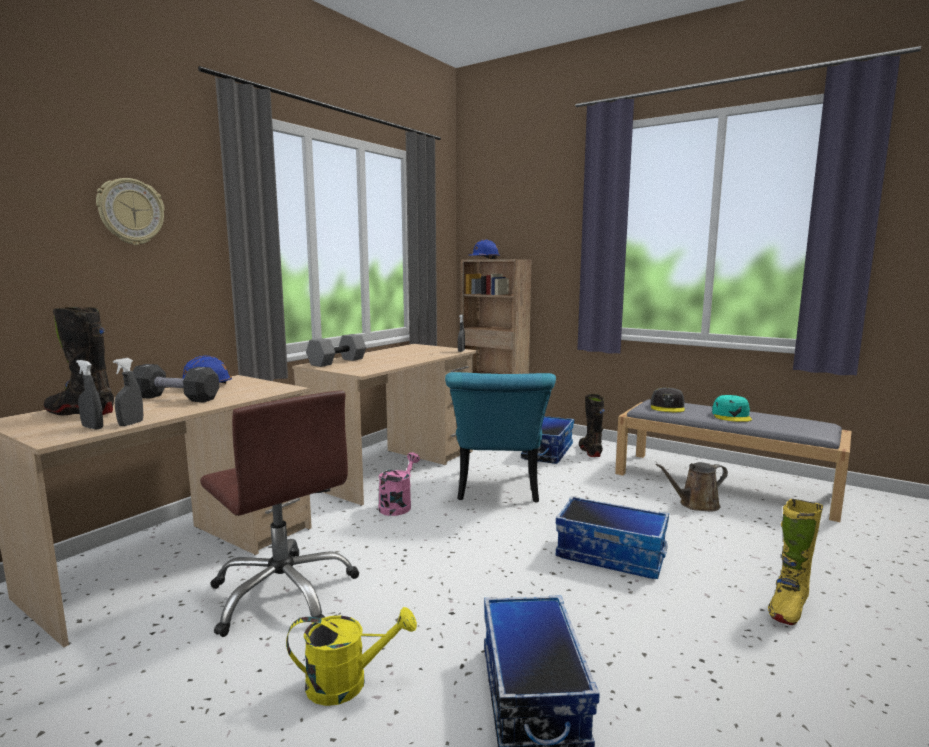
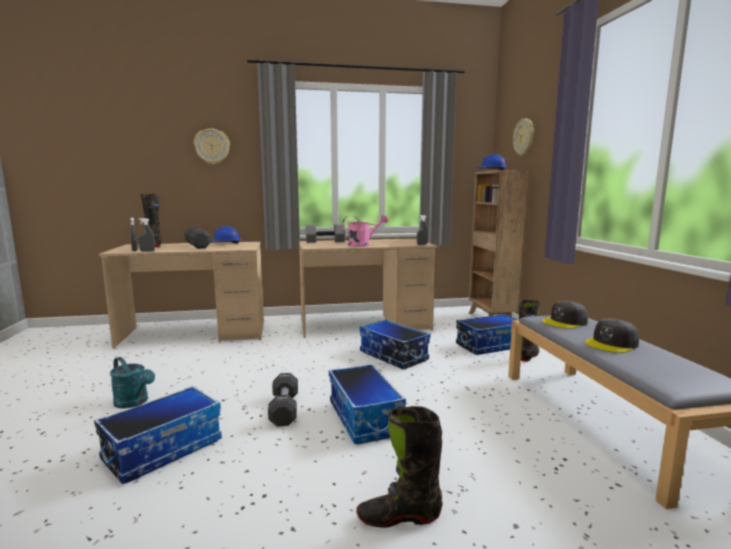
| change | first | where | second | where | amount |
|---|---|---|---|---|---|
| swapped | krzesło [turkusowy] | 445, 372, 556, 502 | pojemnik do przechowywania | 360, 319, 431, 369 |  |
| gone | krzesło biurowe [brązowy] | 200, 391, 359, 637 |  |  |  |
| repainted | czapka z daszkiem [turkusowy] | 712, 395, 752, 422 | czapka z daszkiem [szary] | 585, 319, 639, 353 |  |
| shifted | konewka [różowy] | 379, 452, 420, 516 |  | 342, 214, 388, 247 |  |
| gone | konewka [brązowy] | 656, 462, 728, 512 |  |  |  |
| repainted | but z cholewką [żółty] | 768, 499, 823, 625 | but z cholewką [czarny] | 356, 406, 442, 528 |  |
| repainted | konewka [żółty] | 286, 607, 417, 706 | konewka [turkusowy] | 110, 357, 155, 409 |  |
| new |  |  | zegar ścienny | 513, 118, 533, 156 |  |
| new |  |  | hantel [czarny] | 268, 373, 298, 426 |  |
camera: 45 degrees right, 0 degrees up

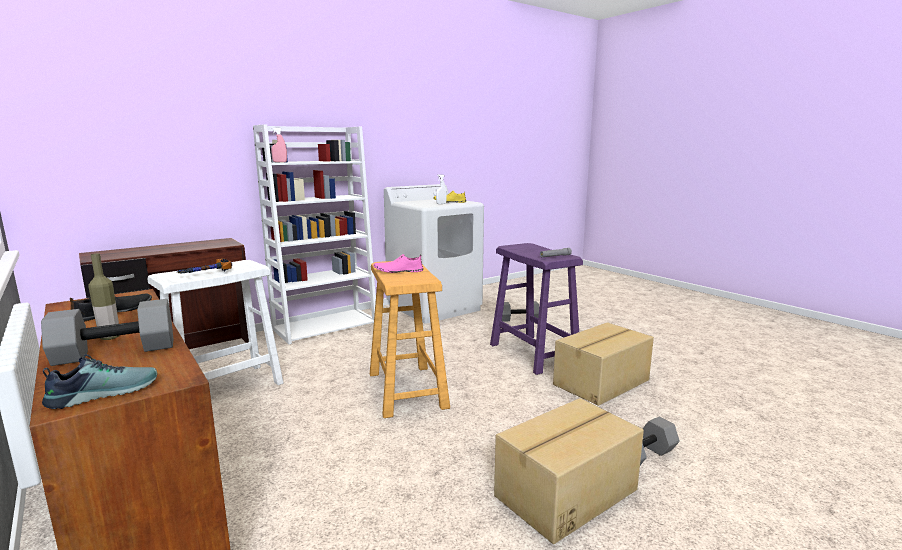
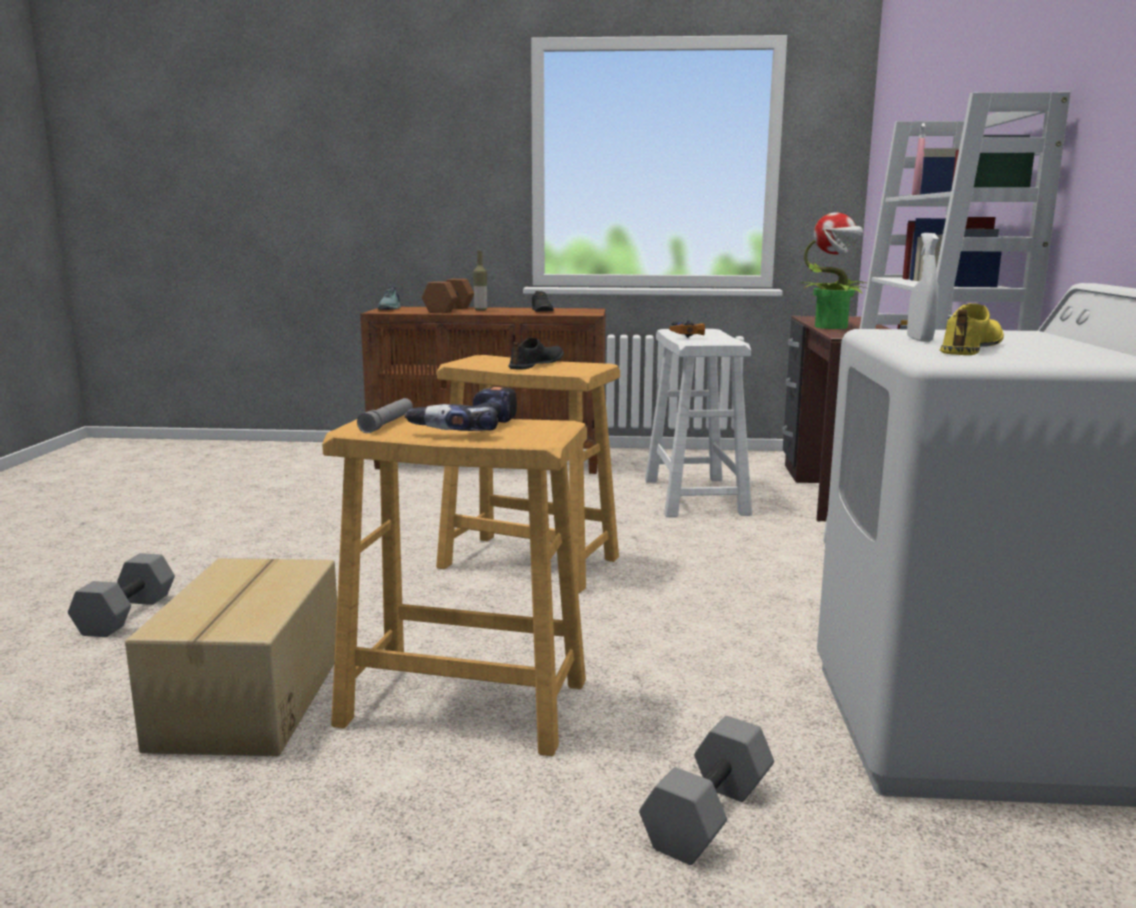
| change | first | where | second | where | amount |
|---|---|---|---|---|---|
| repainted | stołek [fioletowy] | 490, 243, 583, 375 | stołek [beżowy] | 322, 415, 587, 756 |  |
| repainted | but [różowy] | 373, 254, 423, 273 | but [czarny] | 508, 338, 564, 370 |  |
| repainted | hantel [szary] | 41, 299, 174, 366 | hantel [brązowy] | 422, 279, 474, 313 |  |
| gone | karton | 494, 398, 644, 544 |  |  |  |
| new |  |  | roślina doniczkowa | 801, 212, 867, 329 |  |
| new |  |  | wiertarka | 405, 387, 517, 431 |  |
camera: 130 degrees right, 0 degrees up

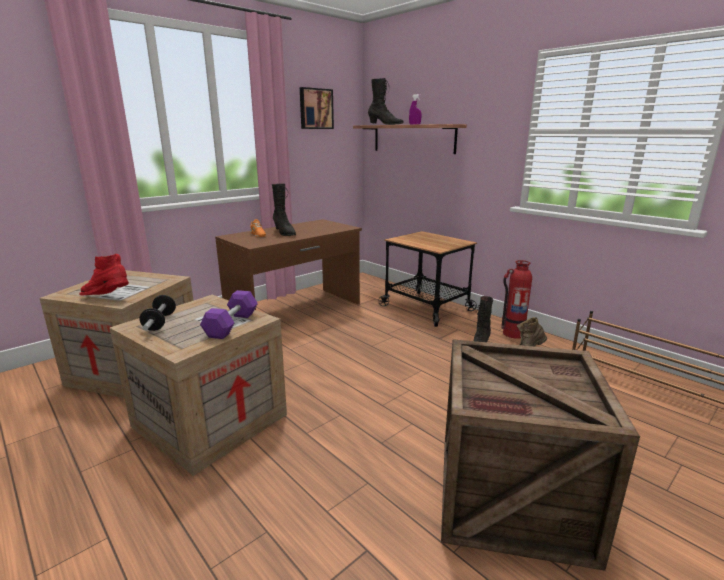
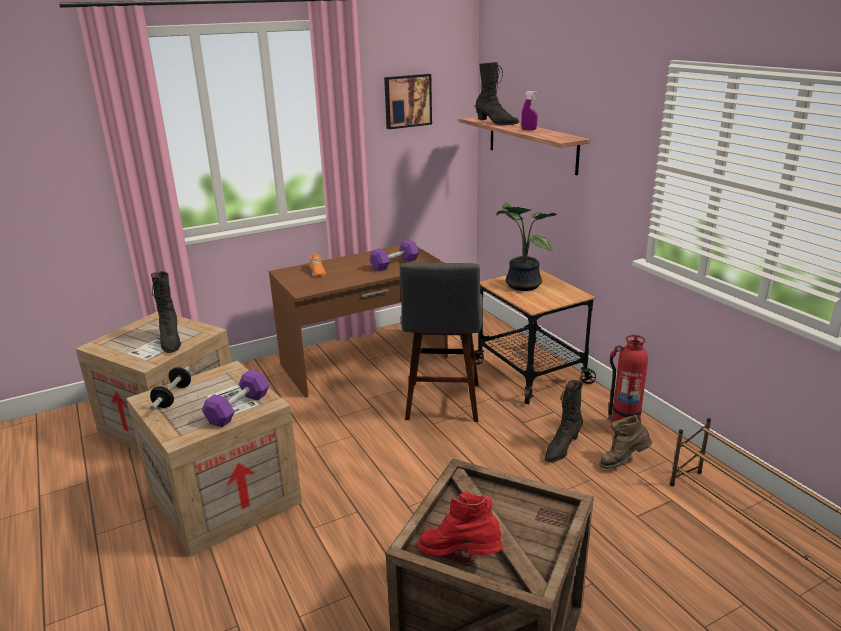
| change | first | where | second | where | amount |
|---|---|---|---|---|---|
| shifted | but z cholewką [czarny] | 272, 184, 296, 236 |  | 151, 271, 181, 353 |  |
| shifted | but z cholewką [czerwony] | 79, 254, 129, 296 |  | 418, 492, 503, 556 |  |
| new |  |  | roślina doniczkowa | 496, 203, 557, 291 |  |
| new |  |  | hantel [fioletowy] | 370, 240, 419, 271 |  |
| new |  |  | stołek [szary] | 400, 263, 483, 422 |  |
camera: 15 degrees right, 5 degrees up

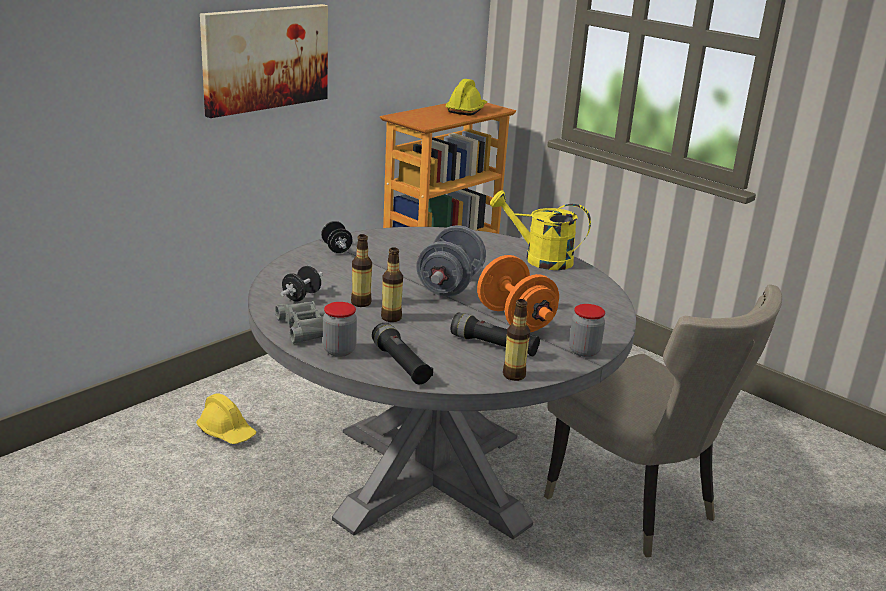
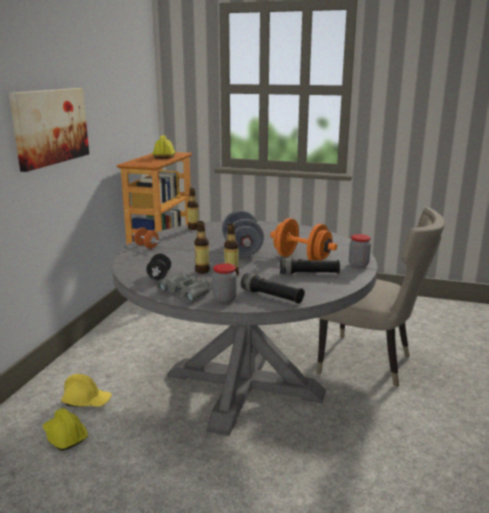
| change | first | where | second | where | amount |
|---|---|---|---|---|---|
| gone | konewka [żółty] | 490, 190, 591, 270 |  |  |  |
| repainted | hantel [czarny] | 321, 221, 352, 253 | hantel [pomarańczowy] | 133, 228, 160, 249 |  |
| shifted | butelka | 503, 299, 530, 381 |  | 187, 188, 199, 230 |  |
| new |  |  | kask [żółty] | 43, 408, 88, 451 |  |
camera: 25 degrees left, 5 degrees down

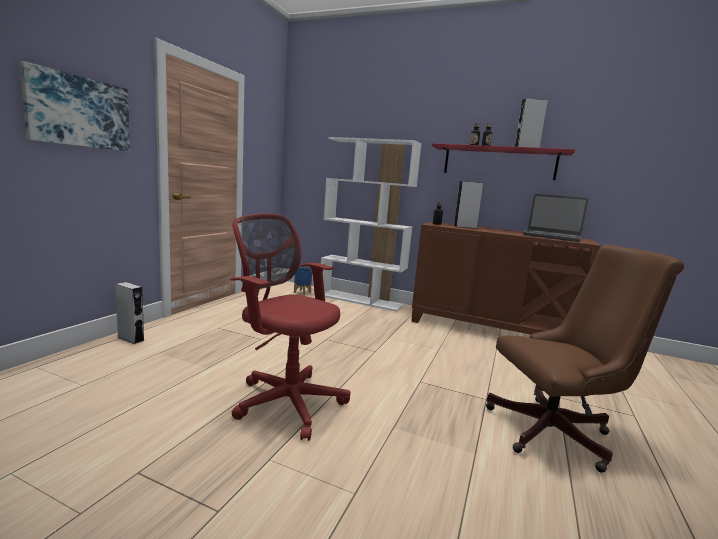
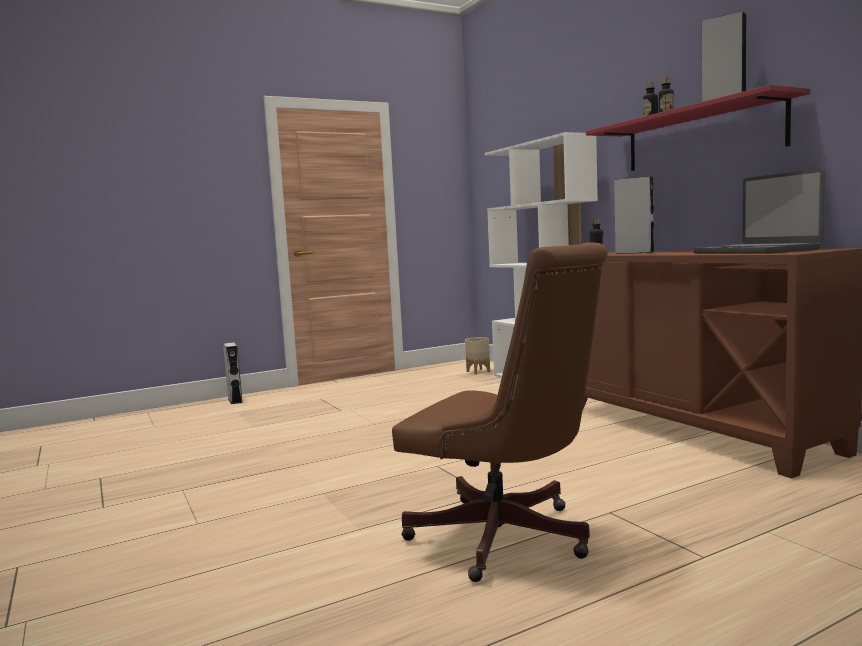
| change | first | where | second | where | amount |
|---|---|---|---|---|---|
| gone | obraz | 19, 61, 130, 151 |  |  |  |
| gone | krzesło biurowe [czerwony] | 231, 213, 351, 441 |  |  |  |
| repainted | donica [niebieski] | 294, 268, 312, 295 | donica [beżowy] | 465, 337, 490, 374 |  |
camera: 40 degrees right, 5 degrees down

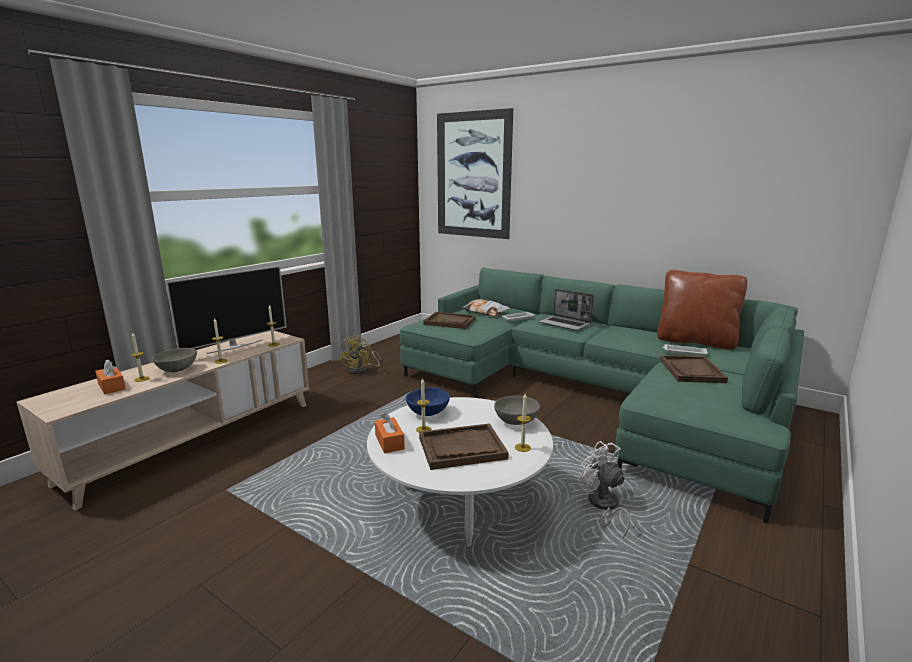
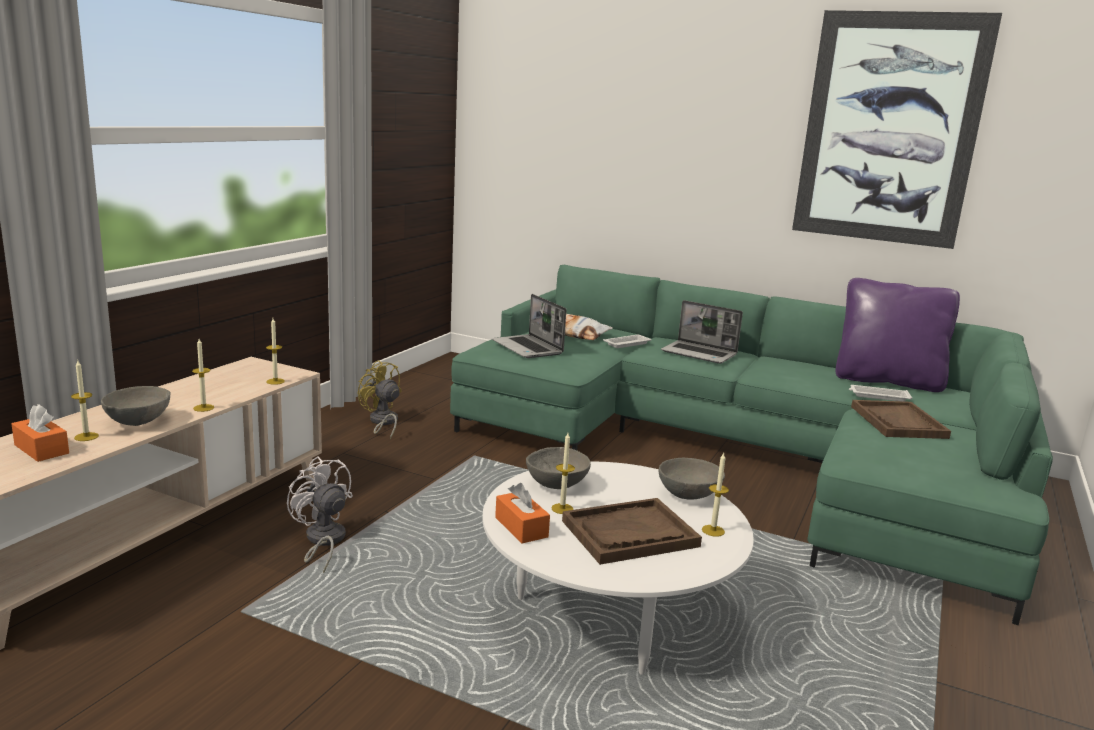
| change | first | where | second | where | amount |
|---|---|---|---|---|---|
| shifted | obraz | 437, 108, 513, 239 |  | 792, 10, 1002, 249 |  |
| gone | telewizor | 166, 266, 286, 354 |  |  |  |
| repainted | poduszka [brązowy] | 657, 270, 747, 350 | poduszka [fioletowy] | 836, 278, 960, 392 |  |
| swapped | taca [brązowy] | 423, 312, 476, 329 | laptop | 492, 294, 566, 358 |  |
| rotated | wentylator [żółty] | 339, 335, 381, 374 |  | 358, 360, 402, 440 | 135 degrees clockwise |
| repainted | miska [niebieski] | 406, 387, 450, 416 | miska [szary] | 526, 447, 591, 489 |  |
| shifted | wentylator [biały] | 580, 441, 630, 538 |  | 287, 456, 353, 573 |  |
camera: 10 degrees left, 0 degrees up

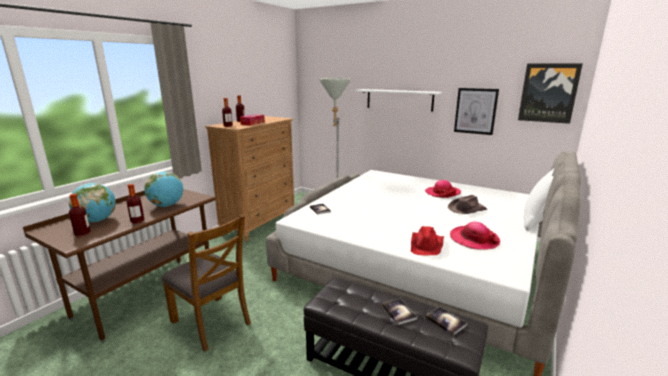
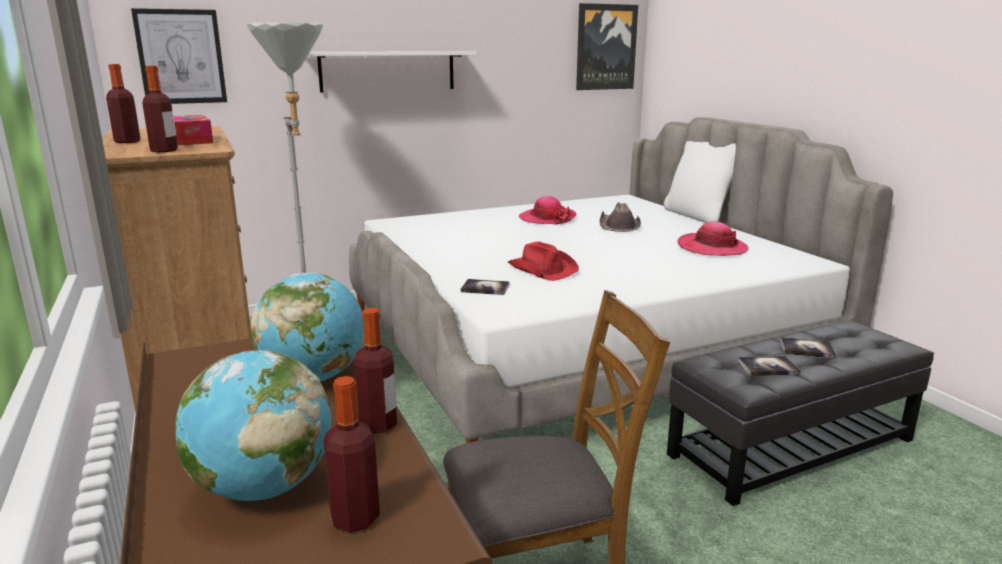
| change | first | where | second | where | amount |
|---|---|---|---|---|---|
| shifted | obraz | 454, 88, 499, 135 |  | 131, 8, 227, 104 |  |
| shifted | kapelusz [czerwony] | 411, 226, 444, 255 |  | 508, 241, 579, 281 |  |
| shifted | książka | 426, 307, 467, 336 |  | 737, 356, 801, 376 |  |
camera: 55 degrees left, 0 degrees up

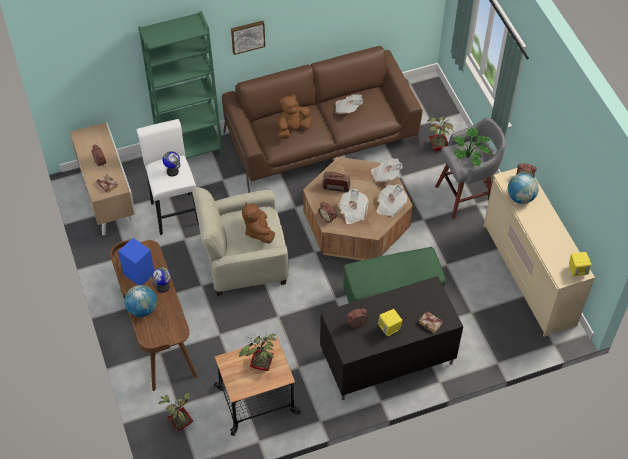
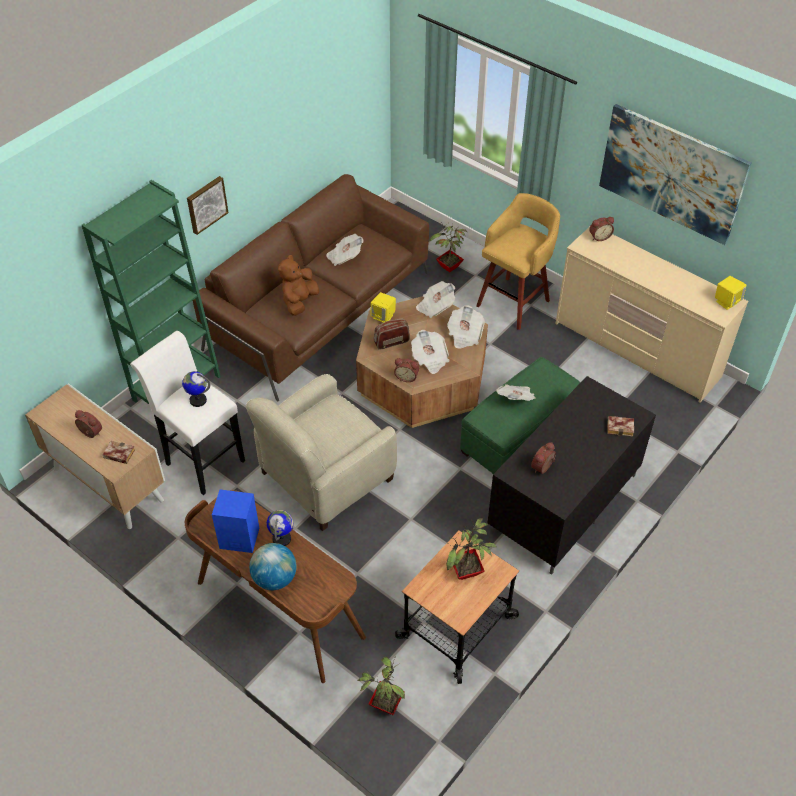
| change | first | where | second | where | amount |
|---|---|---|---|---|---|
| repainted | stołek [szary] | 435, 117, 506, 219 | stołek [żółty] | 476, 193, 560, 330 |  |
| gone | roślina doniczkowa | 454, 128, 491, 166 |  |  |  |
| gone | globus | 508, 173, 539, 204 |  |  |  |
| gone | pluszak [brązowy] | 242, 202, 275, 243 |  |  |  |
| shifted | głośnik [żółty] | 378, 309, 402, 336 |  | 370, 292, 396, 323 |  |
| new |  |  | obraz | 599, 104, 751, 245 |  |
| new |  |  | gazeta | 496, 384, 536, 401 |  |
camera: 30 degrees left, 5 degrees down

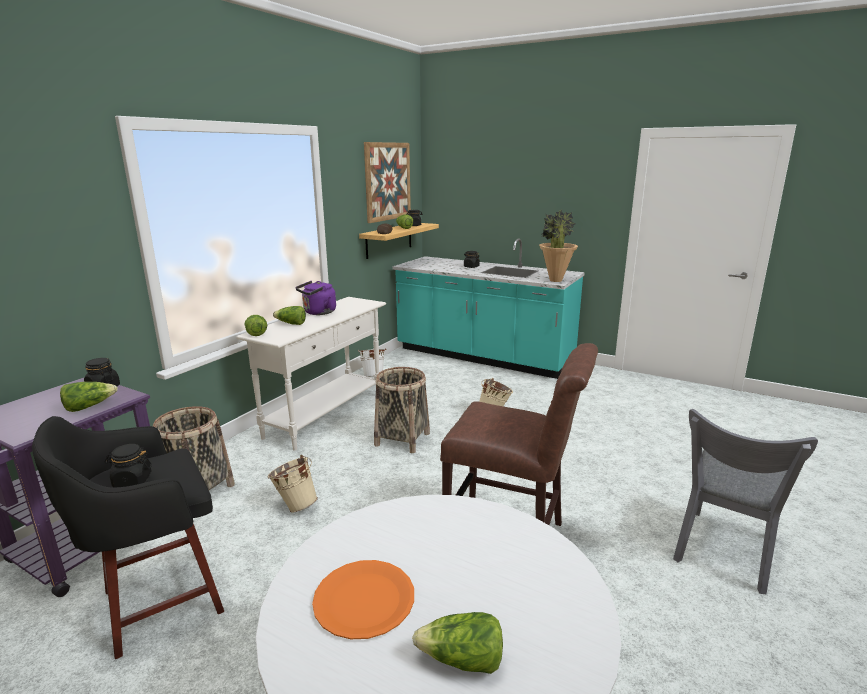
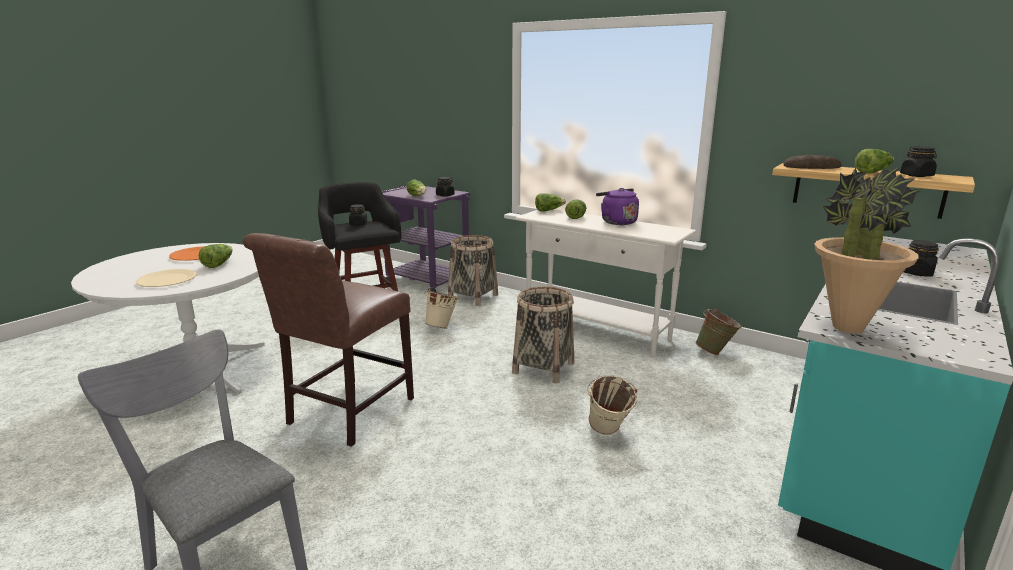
| change | first | where | second | where | amount |
|---|---|---|---|---|---|
| gone | obraz | 364, 142, 411, 223 |  |  |  |
| repainted | wiadro [biały] | 358, 349, 386, 377 | wiadro [zielony] | 695, 309, 742, 355 |  |
| shifted | sałata | 412, 612, 503, 674 |  | 199, 244, 233, 268 |  |
| new |  |  | talerz [beżowy] | 136, 269, 197, 287 |  |
camera: 95 degrees right, 0 degrees up

